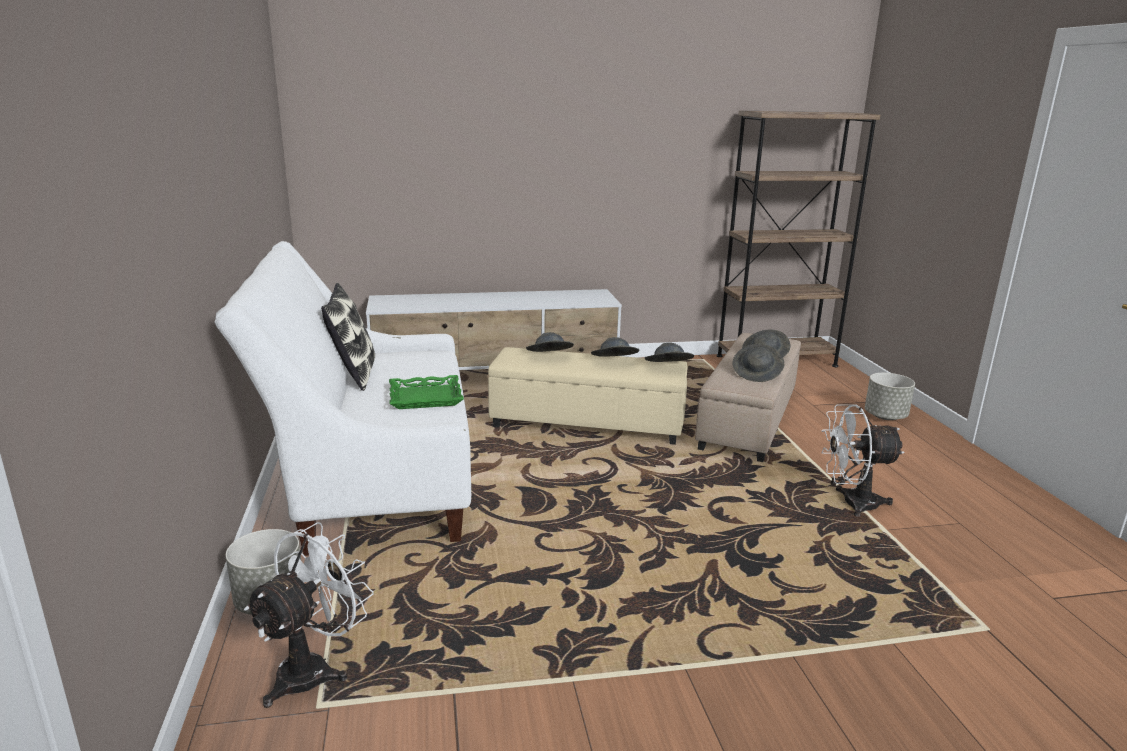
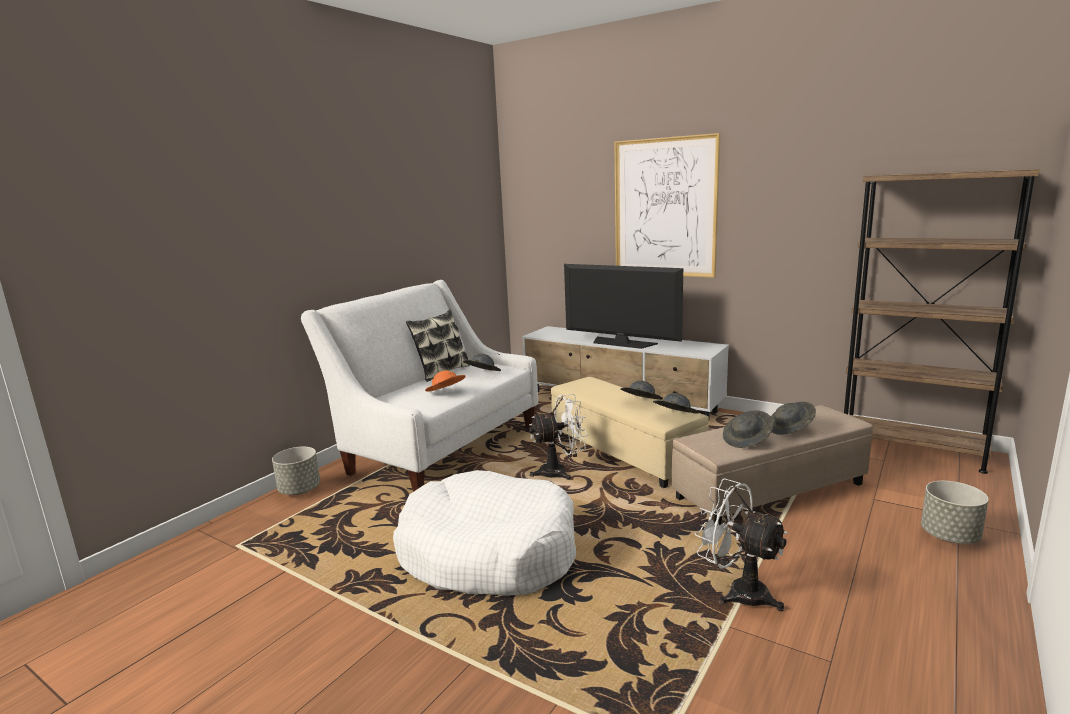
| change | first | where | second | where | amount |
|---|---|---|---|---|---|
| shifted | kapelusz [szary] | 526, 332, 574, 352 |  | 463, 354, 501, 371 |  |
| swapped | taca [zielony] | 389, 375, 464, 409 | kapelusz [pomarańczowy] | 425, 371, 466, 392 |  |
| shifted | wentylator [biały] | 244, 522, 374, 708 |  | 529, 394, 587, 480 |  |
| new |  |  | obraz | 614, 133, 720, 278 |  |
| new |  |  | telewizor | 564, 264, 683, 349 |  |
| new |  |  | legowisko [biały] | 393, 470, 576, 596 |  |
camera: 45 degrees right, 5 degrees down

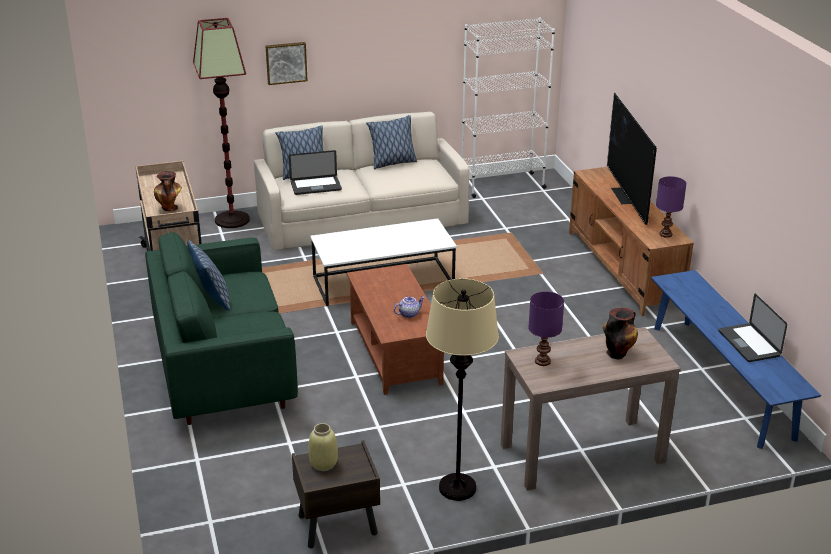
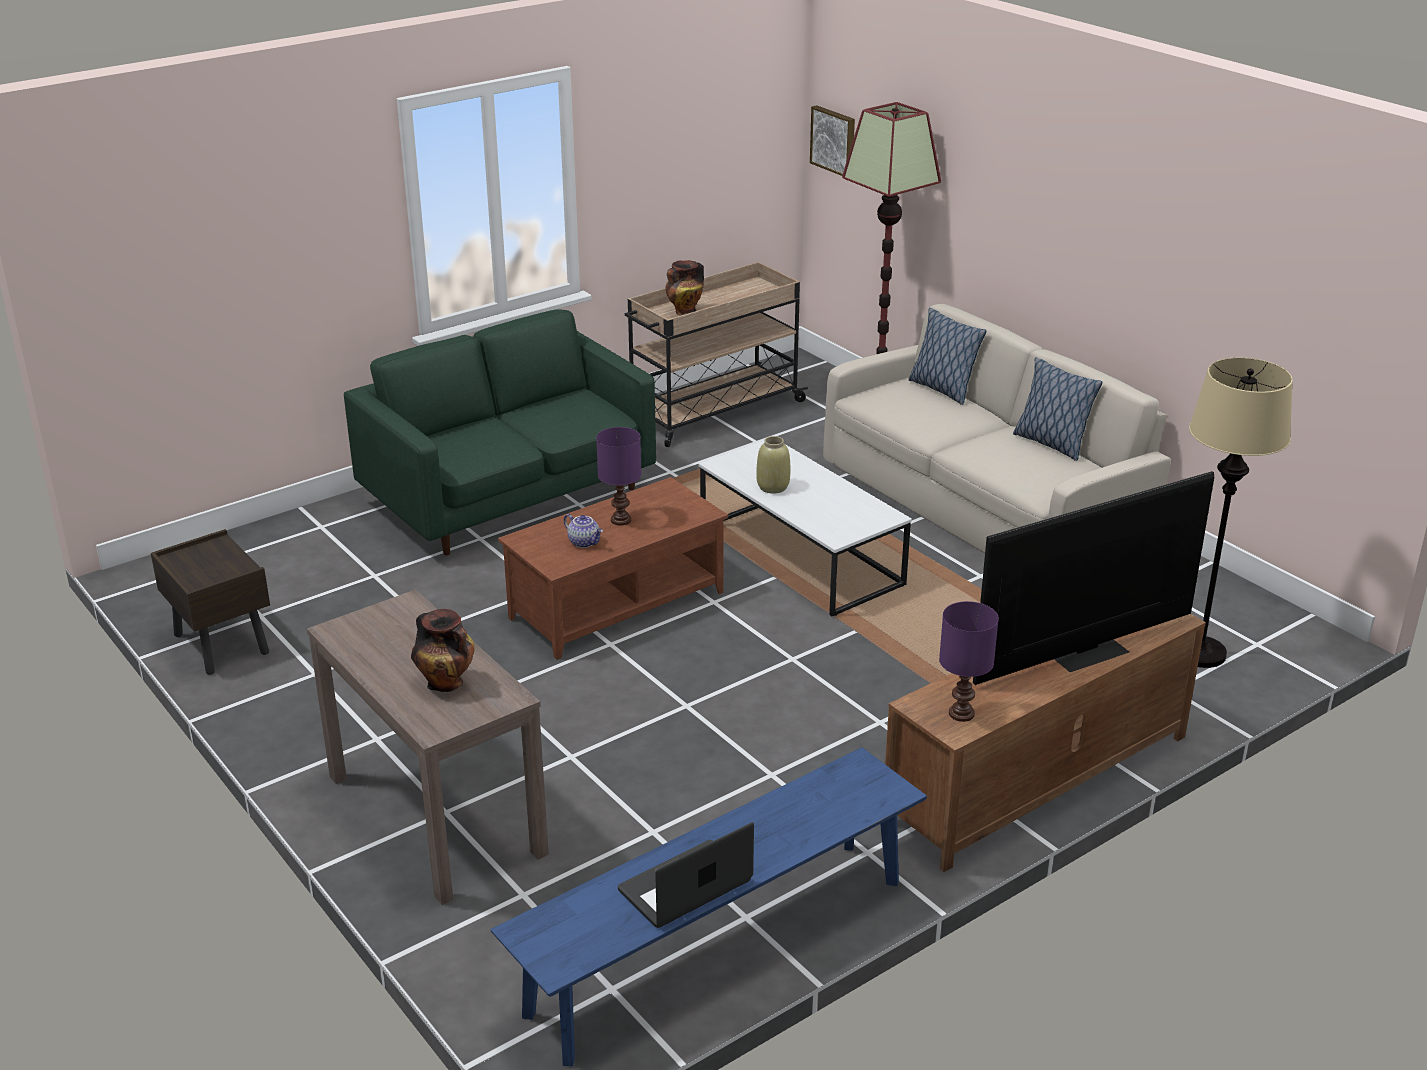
| change | first | where | second | where | amount |
|---|---|---|---|---|---|
| gone | regał [biały] | 461, 18, 555, 198 |  |  |  |
| shifted | obraz | 266, 42, 308, 85 |  | 810, 105, 855, 176 |  |
| gone | laptop | 289, 150, 342, 195 |  |  |  |
| gone | poduszka | 187, 240, 230, 311 |  |  |  |
| shifted | lampa stojąca [beżowy] | 426, 278, 499, 501 |  | 1189, 358, 1293, 668 |  |
| shifted | lampa stołowa [fioletowy] | 528, 291, 564, 366 |  | 596, 427, 641, 525 |  |
| shifted | wazon [beżowy] | 309, 423, 338, 471 |  | 756, 436, 790, 494 |  |
camera: 70 degrees right, 0 degrees up

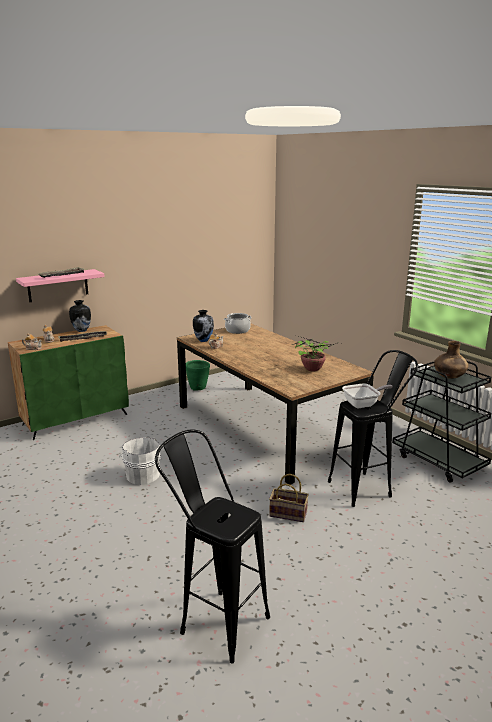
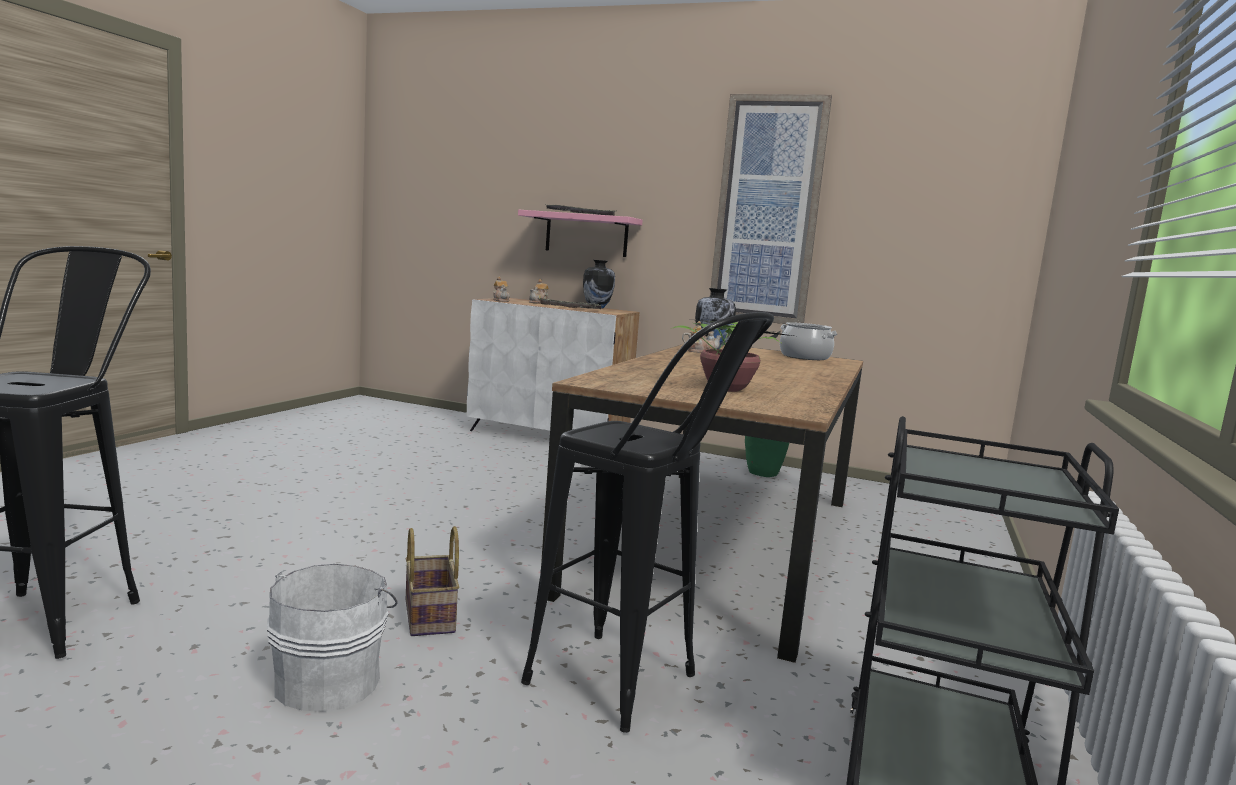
| change | first | where | second | where | amount |
|---|---|---|---|---|---|
| repainted | szafka [zielony] | 8, 325, 129, 440 | szafka [biały] | 467, 298, 639, 431 |  |
| gone | wazon [brązowy] | 434, 341, 468, 379 |  |  |  |
| gone | patelnia | 342, 384, 393, 408 |  |  |  |
| shifted | wiadro [biały] | 119, 437, 161, 485 |  | 267, 564, 397, 712 |  |
| new |  |  | obraz | 710, 94, 832, 324 |  |
camera: 55 degrees right, 10 degrees down

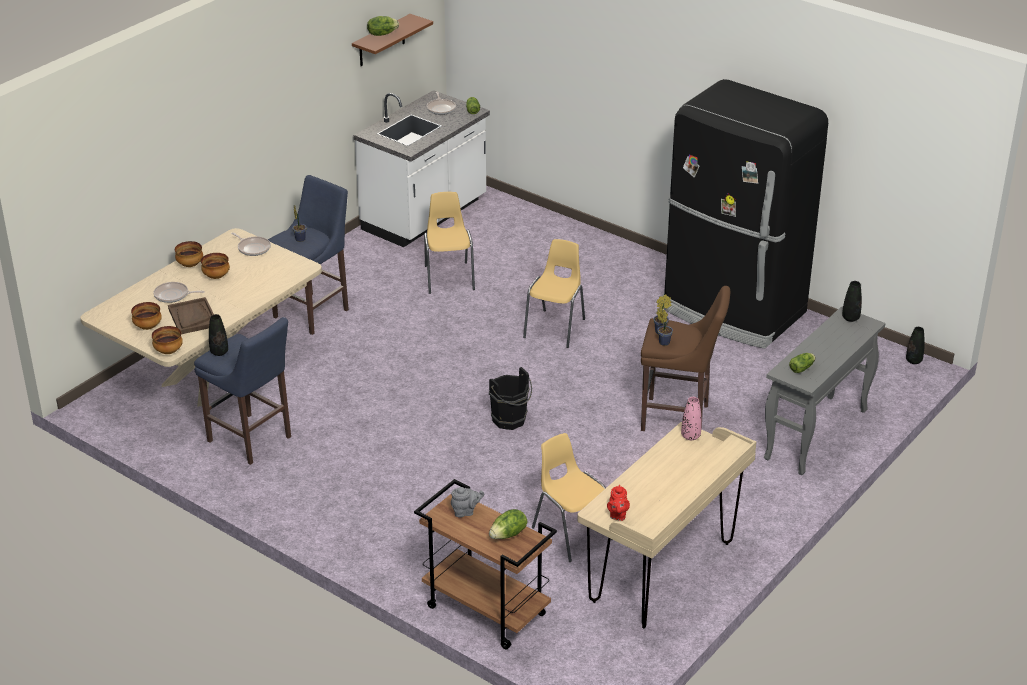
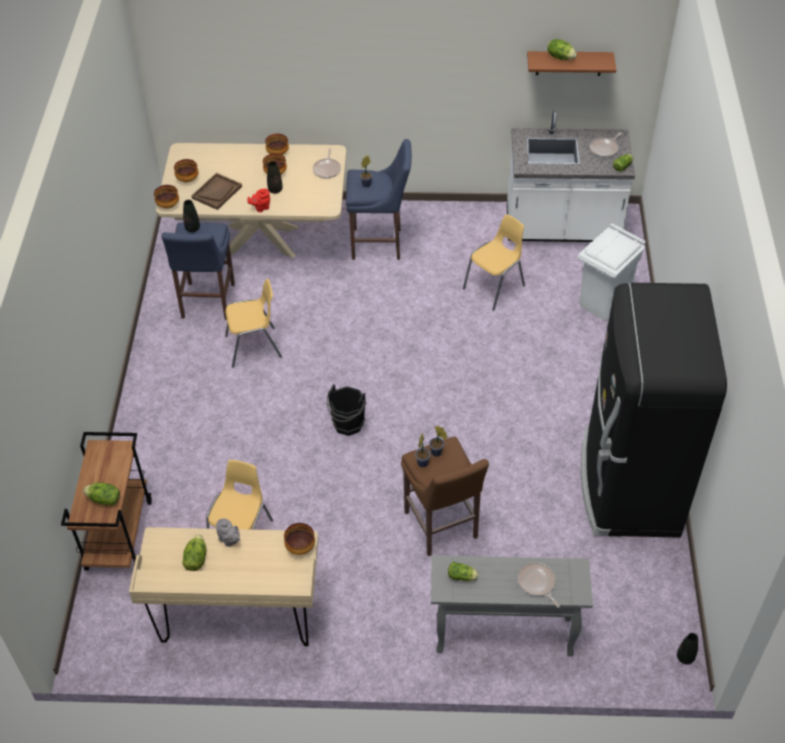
| change | first | where | second | where | amount |
|---|---|---|---|---|---|
| shifted | krzesło [żółty] | 523, 239, 585, 348 |  | 225, 279, 282, 368 |  |
| shifted | wazon [czarny] | 842, 281, 862, 322 |  | 267, 161, 283, 194 |  |
| shifted | patelnia | 153, 282, 205, 303 |  | 518, 562, 560, 608 |  |
| swapped | wazon [różowy] | 681, 397, 702, 440 | miska | 284, 523, 315, 555 |  |
| shifted | imbryk [czerwony] | 607, 485, 630, 521 |  | 247, 188, 270, 212 |  |
| shifted | imbryk [szary] | 451, 487, 484, 517 |  | 216, 518, 240, 547 |  |
| new |  |  | kosz na śmieci [biały] | 578, 223, 646, 321 |  |
| new |  |  | sałata | 182, 534, 206, 571 |  |
camera: 55 degrees right, 15 degrees up

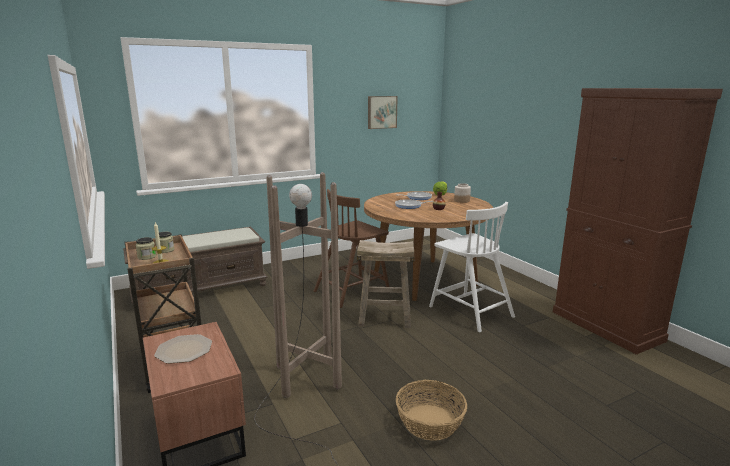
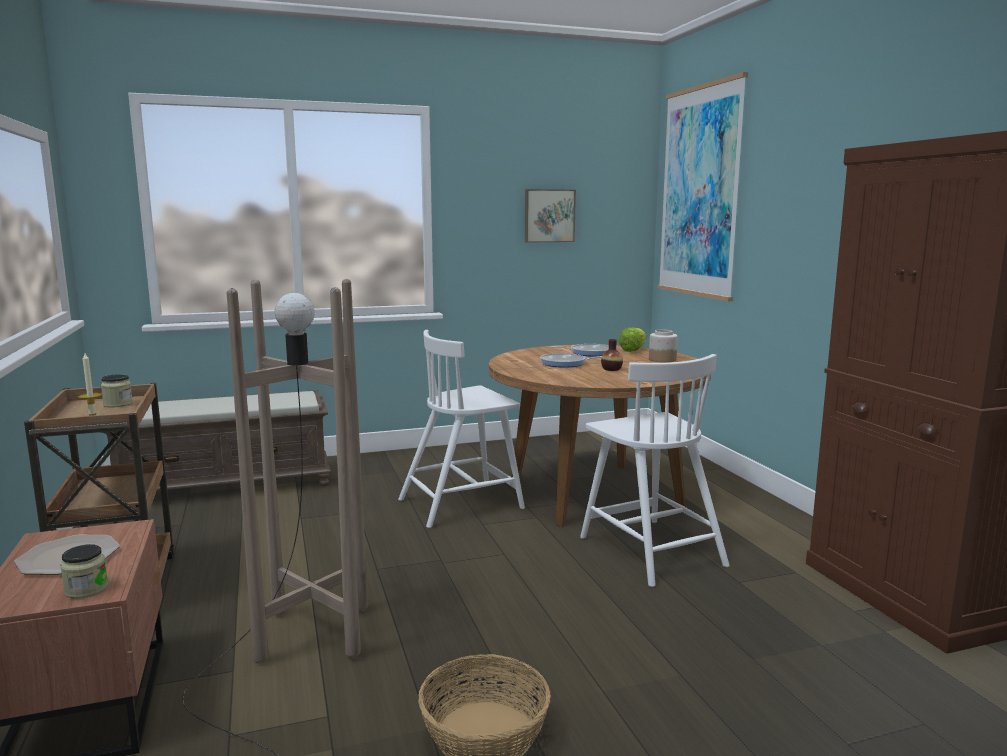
| change | first | where | second | where | amount |
|---|---|---|---|---|---|
| repainted | krzesło [brązowy] | 314, 189, 389, 308 | krzesło [biały] | 398, 330, 525, 528 |  |
| shifted | słoik | 136, 237, 156, 260 |  | 61, 544, 108, 599 |  |
| gone | stołek [beżowy] | 357, 240, 415, 328 |  |  |  |
| new |  |  | obraz | 657, 72, 748, 301 |  |
camera: 10 degrees right, 5 degrees down

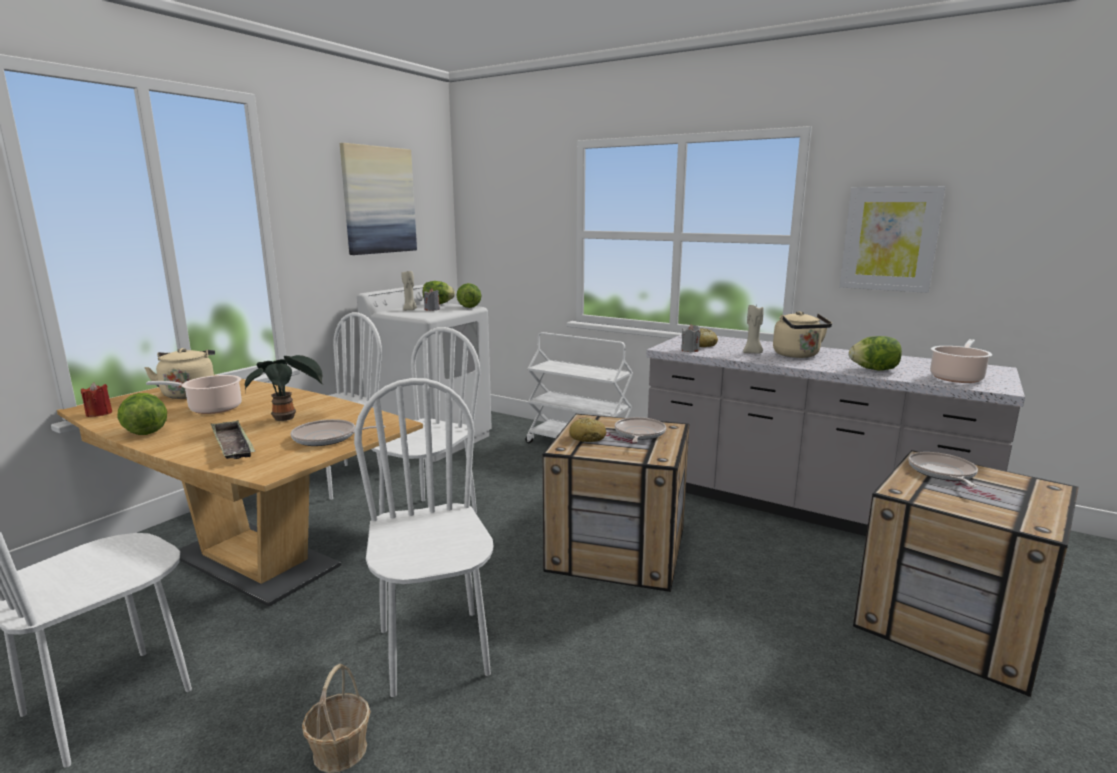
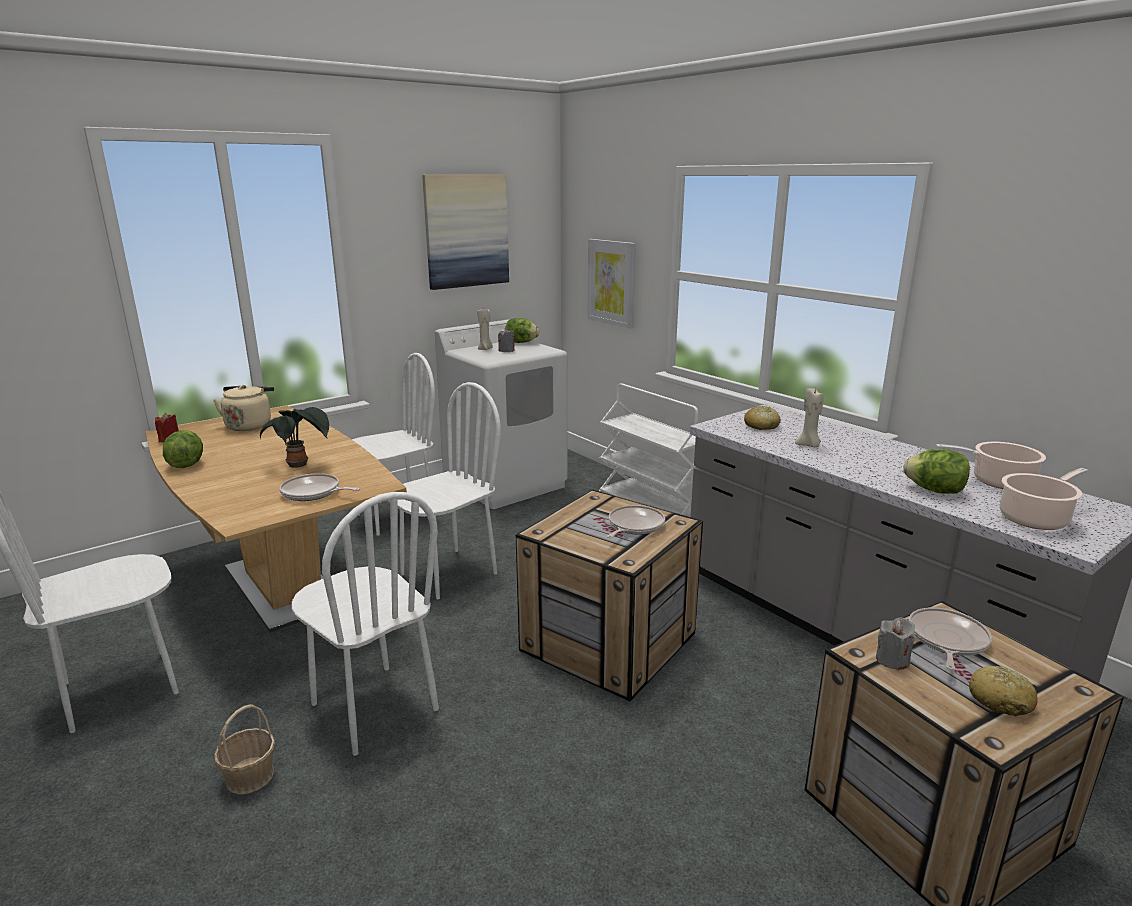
| change | first | where | second | where | amount |
|---|---|---|---|---|---|
| shifted | obraz | 839, 186, 946, 293 |  | 587, 239, 636, 329 |  |
| gone | sałata | 456, 283, 481, 308 |  |  |  |
| gone | czajnik [beżowy] | 773, 311, 832, 358 |  |  |  |
| shifted | świeca [szary] | 681, 324, 701, 352 |  | 876, 617, 915, 670 |  |
| shifted | garnek | 146, 375, 242, 414 |  | 936, 442, 1046, 489 |  |
| rotated | krzesło [biały] | 354, 378, 494, 697 |  | 292, 492, 439, 756 | 135 degrees clockwise |
| shifted | chleb | 569, 417, 606, 442 |  | 969, 666, 1038, 716 |  |
| gone | taca | 211, 421, 255, 459 |  |  |  |
camera: 20 degrees right, 5 degrees up

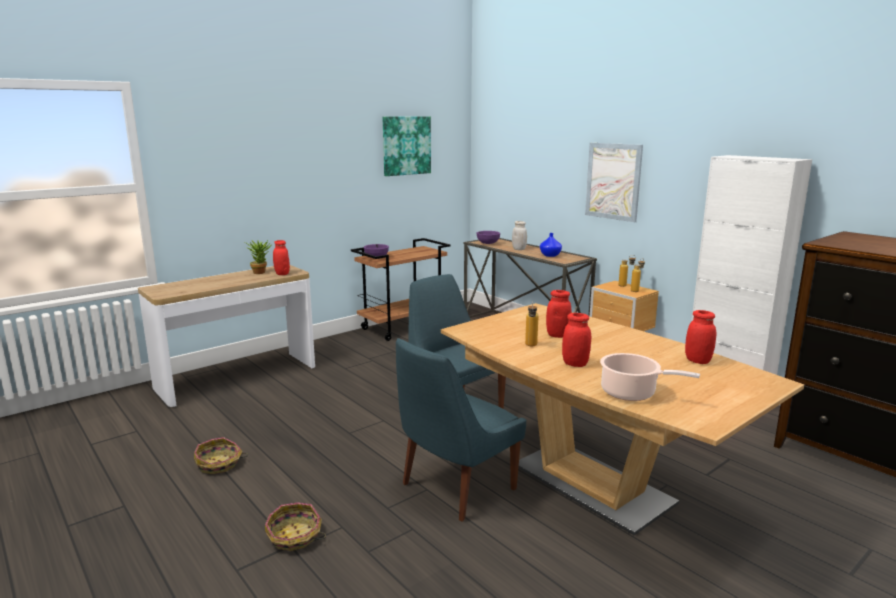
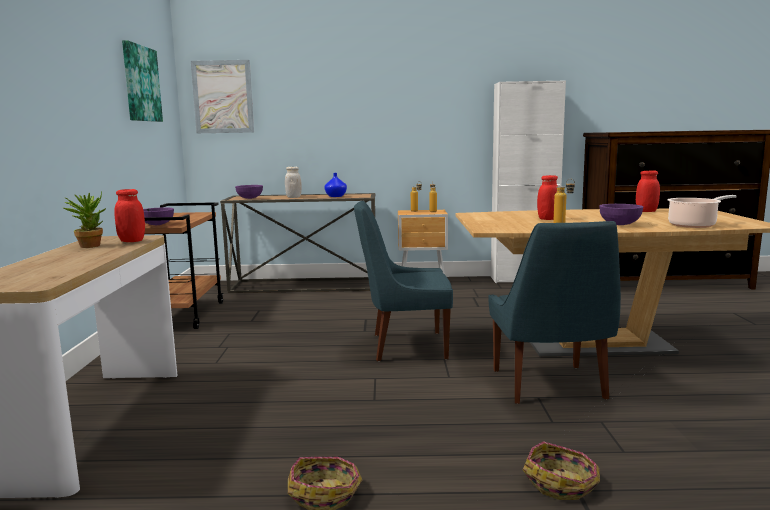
| change | first | where | second | where | amount |
|---|---|---|---|---|---|
| shifted | obraz | 585, 143, 643, 222 |  | 191, 60, 254, 133 |  |
| swapped | słoik [czerwony] | 562, 313, 591, 367 | miska [fioletowy] | 599, 204, 643, 225 |  |
camera: 50 degrees left, 5 degrees down

